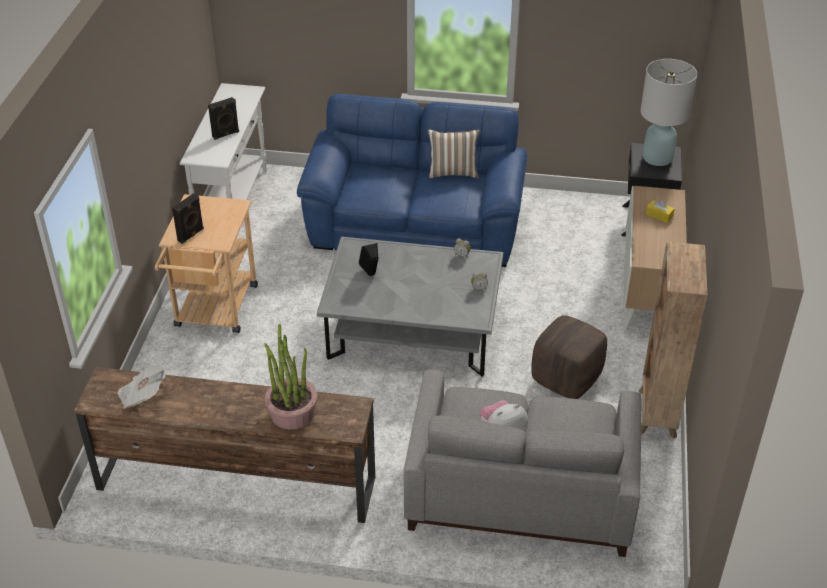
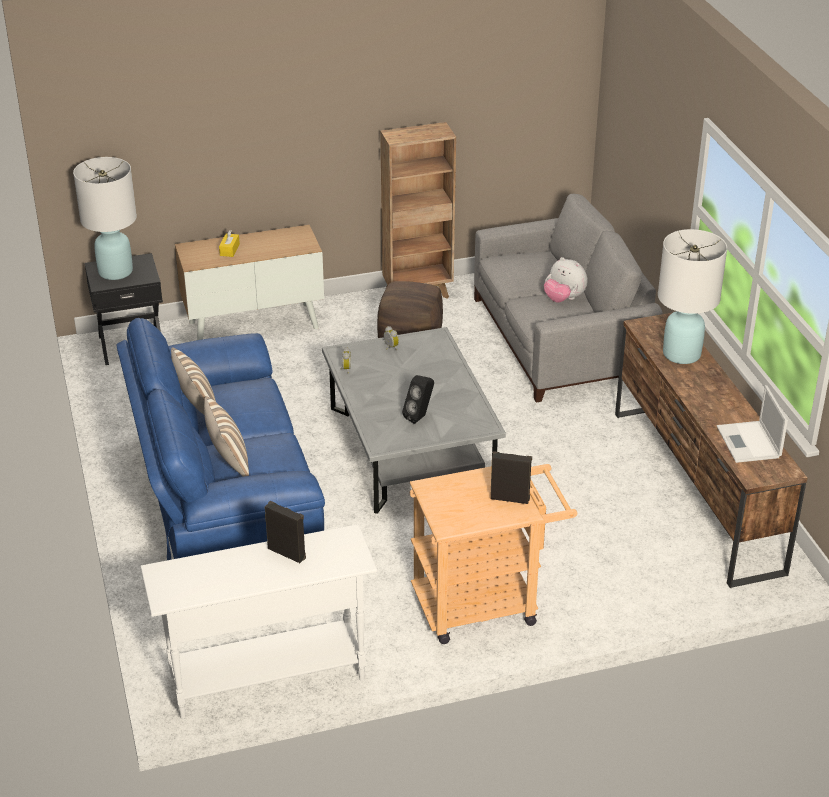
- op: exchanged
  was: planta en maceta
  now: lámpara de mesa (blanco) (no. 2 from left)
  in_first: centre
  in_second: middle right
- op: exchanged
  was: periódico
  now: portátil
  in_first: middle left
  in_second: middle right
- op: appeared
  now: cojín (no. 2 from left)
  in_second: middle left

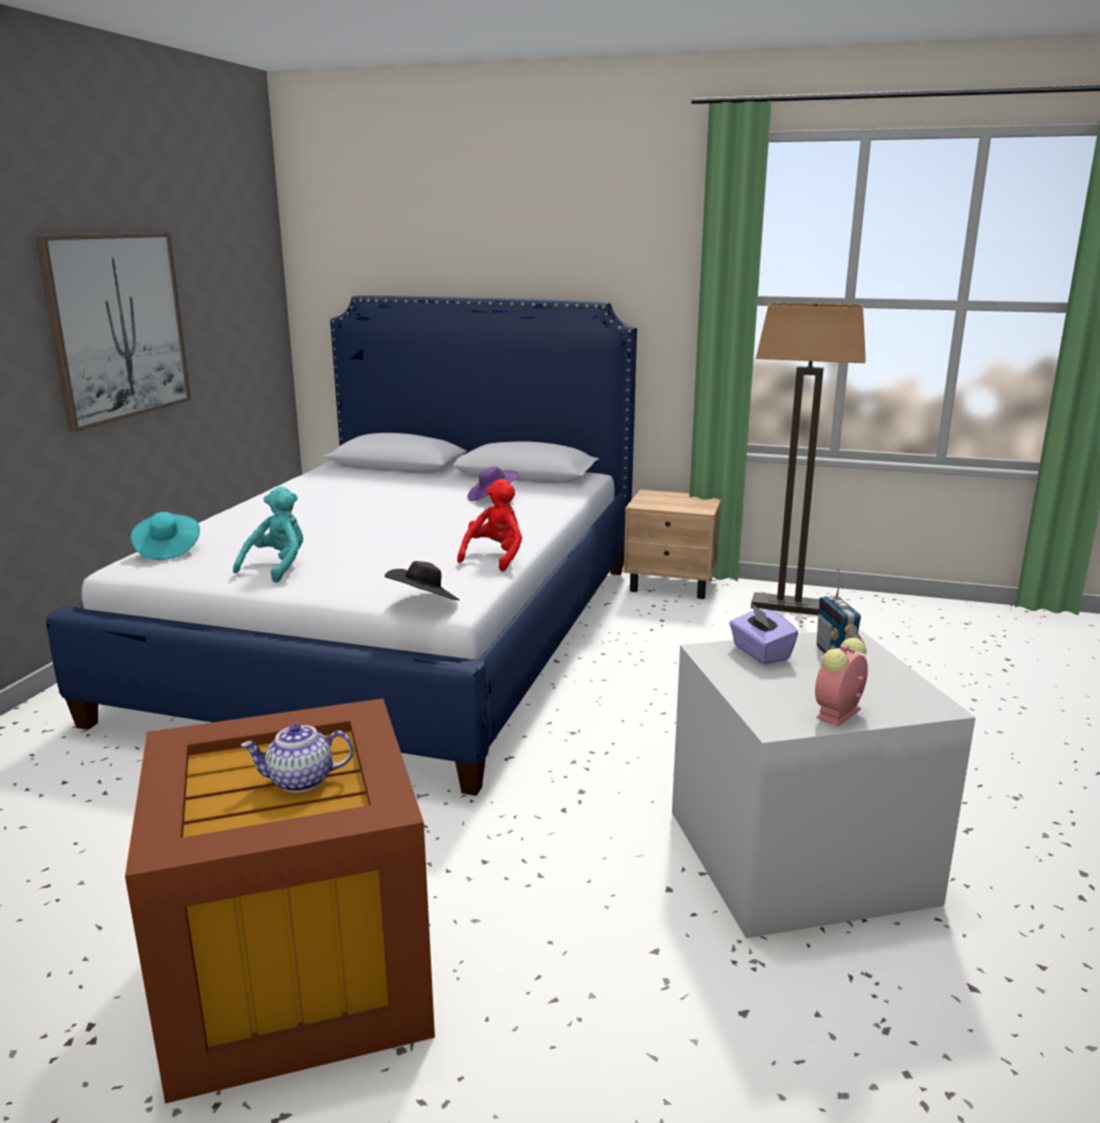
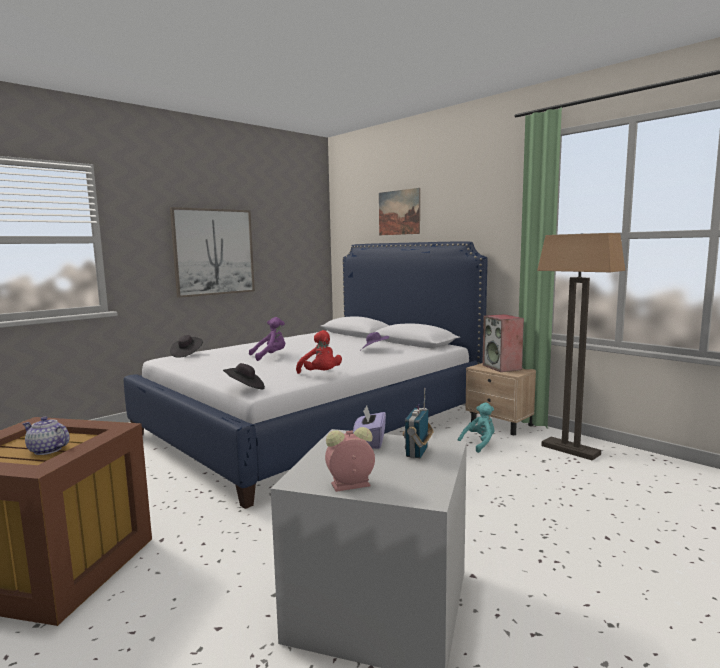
- op: spun
  was: peluche (rojo)
  in_first: centre
  in_second: centre
  clockwise: 90
- op: relocated
  was: peluche (turquesa)
  in_first: middle left
  in_second: centre
- op: colour
  was: sombrero (turquesa)
  now: sombrero (negro) (no. 1 from left)
  in_first: middle left
  in_second: middle left
- op: appeared
  now: cuadro (no. 2 from left)
  in_second: top centre
- op: appeared
  now: altavoz
  in_second: middle right
- op: appeared
  now: peluche (morado)
  in_second: centre

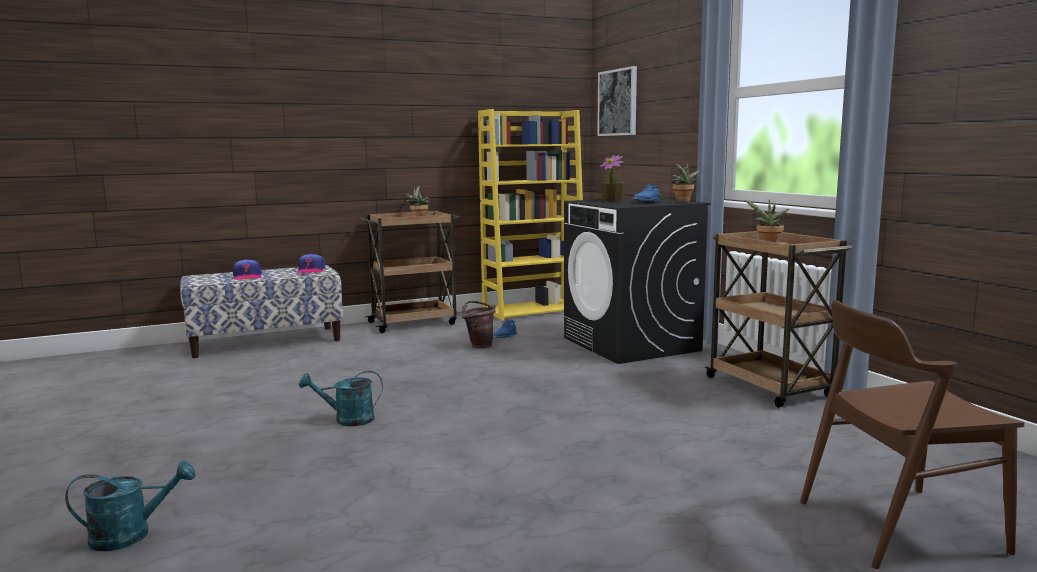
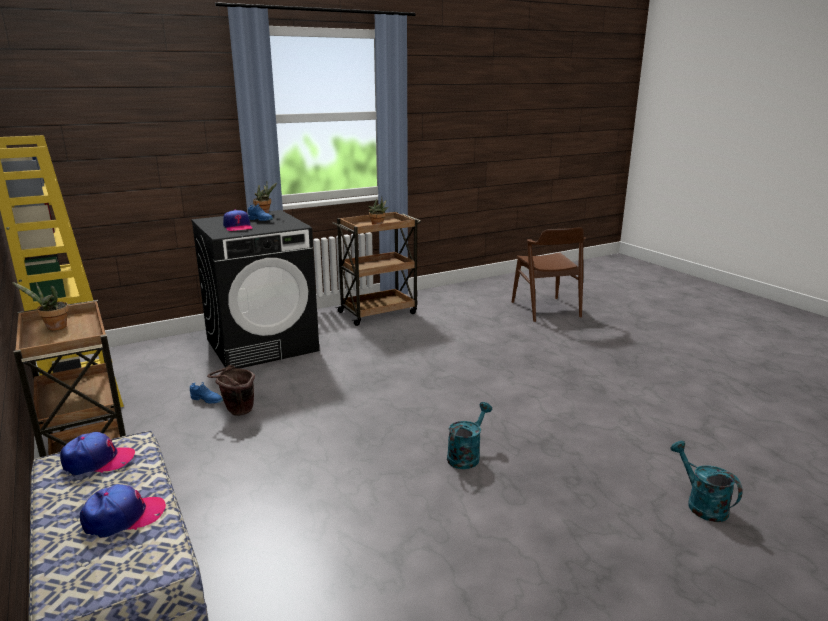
- op: missing
  was: cuadro
  in_first: top centre
- op: exchanged
  was: planta en maceta (no. 2 from left)
  now: gorra (no. 3 from left)
  in_first: top centre
  in_second: middle left
- op: spun
  was: regadera (turquesa) (no. 2 from left in the first image)
  in_first: bottom left
  in_second: bottom centre
  clockwise: -135

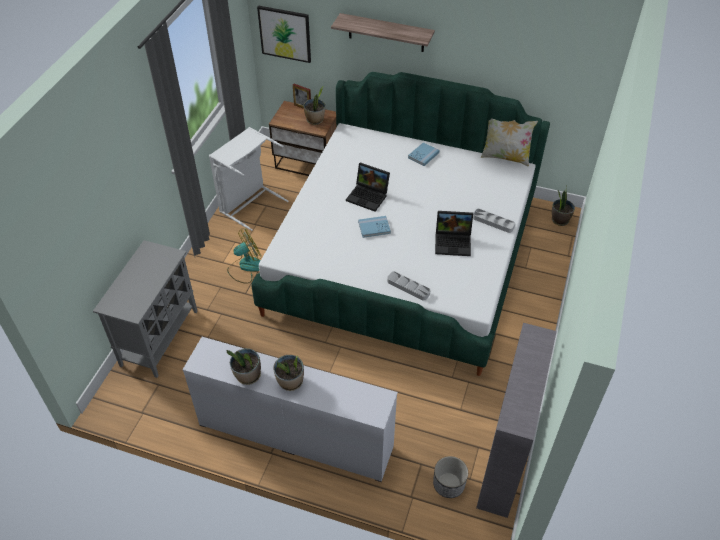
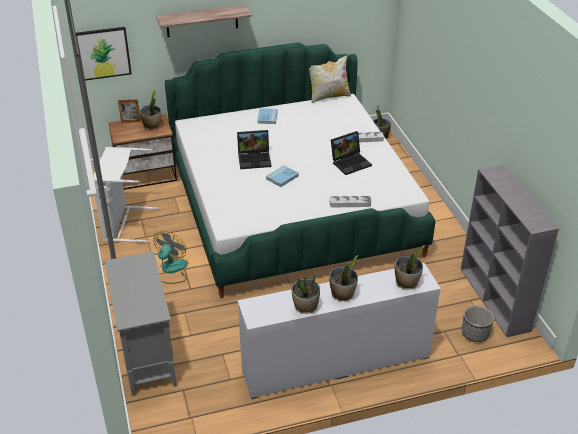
- op: appeared
  now: planta en maceta (no. 5 from left)
  in_second: middle right

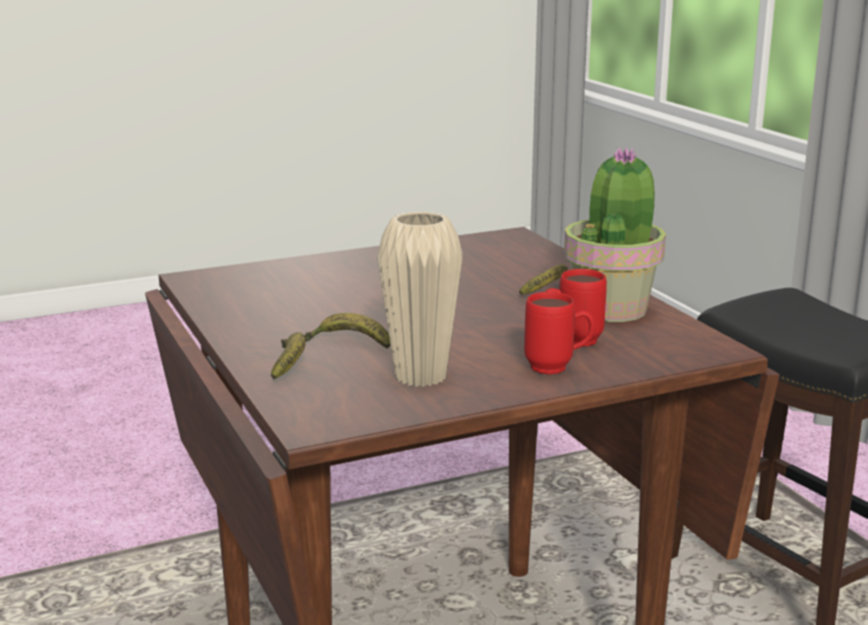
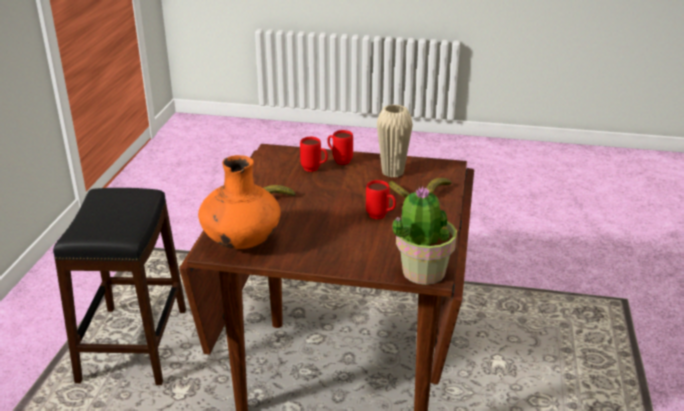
- op: relocated
  was: planta en maceta
  in_first: middle right
  in_second: centre
- op: appeared
  now: florero (naranja)
  in_second: centre
- op: appeared
  now: taza grande (rojo) (no. 3 from left)
  in_second: centre

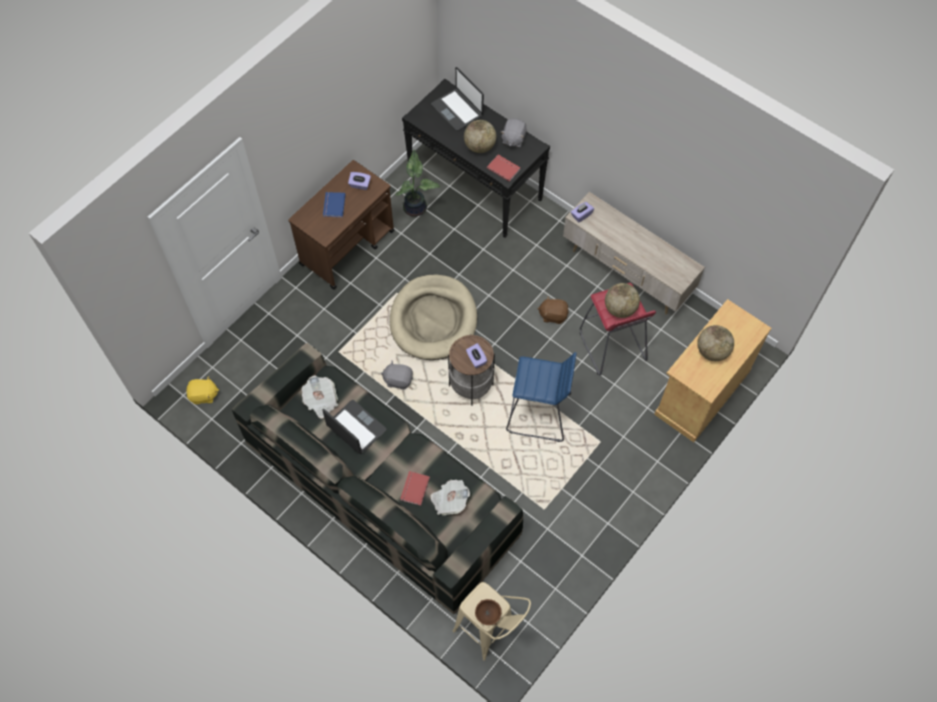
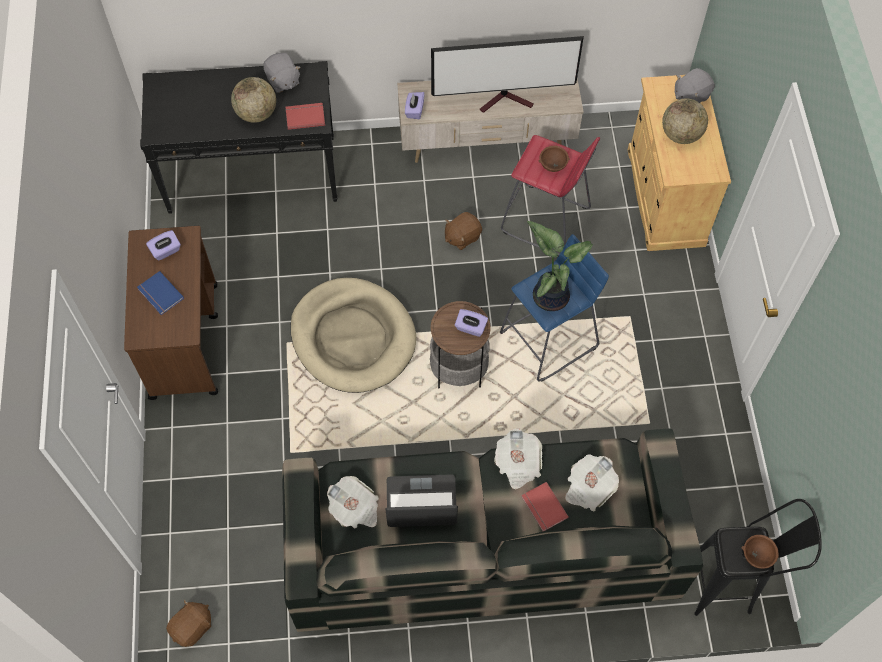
- op: missing
  was: portátil (no. 2 from left)
  in_first: top centre
- op: relocated
  was: planta en maceta
  in_first: top centre
  in_second: centre
- op: exchanged
  was: globo terráqueo (no. 2 from left)
  now: cuenco (marrón) (no. 1 from left)
  in_first: centre
  in_second: top centre
- op: relocated
  was: peluche (gris) (no. 1 from left in the first image)
  now: peluche (gris) (no. 2 from left)
  in_first: centre
  in_second: top right
- op: colour
  was: peluche (amarillo)
  now: peluche (marrón) (no. 1 from left)
  in_first: middle left
  in_second: bottom left
- op: colour
  was: taburete (beis)
  now: taburete (negro)
  in_first: bottom centre
  in_second: bottom right
- op: appeared
  now: televisor
  in_second: top centre
- op: appeared
  now: periódico (no. 2 from left)
  in_second: bottom centre

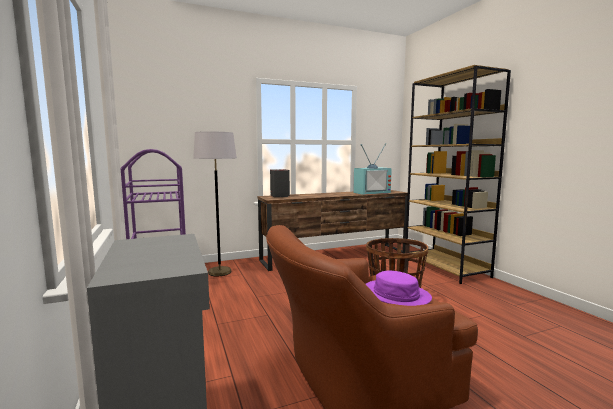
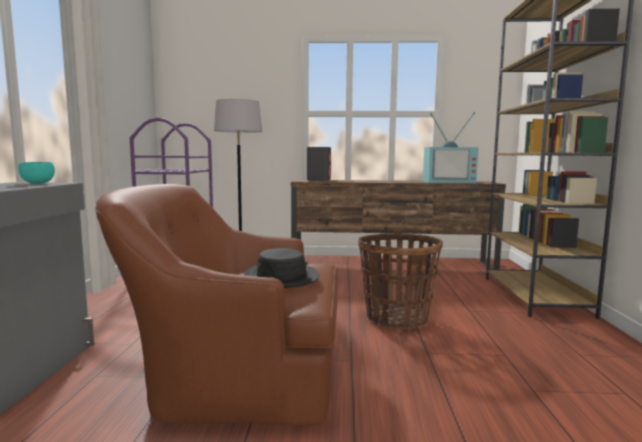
- op: colour
  was: sombrero (morado)
  now: sombrero (negro)
  in_first: bottom centre
  in_second: centre
- op: appeared
  now: cuenco (turquesa)
  in_second: middle left

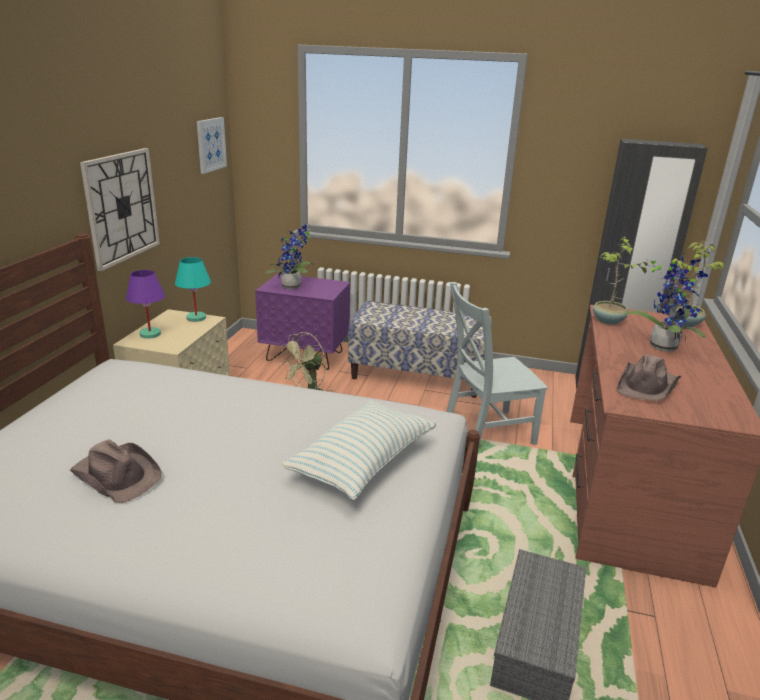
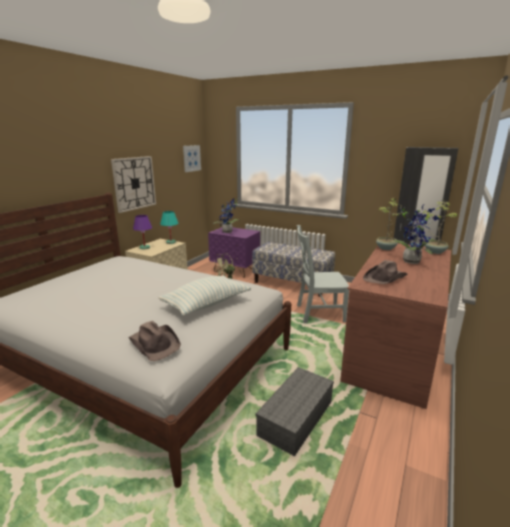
- op: relocated
  was: sombrero (marrón) (no. 1 from left)
  in_first: bottom left
  in_second: middle left

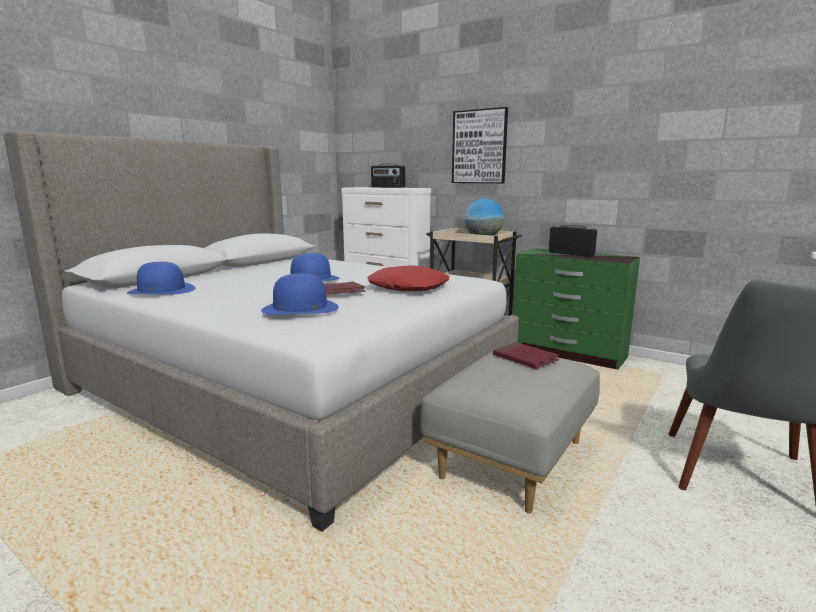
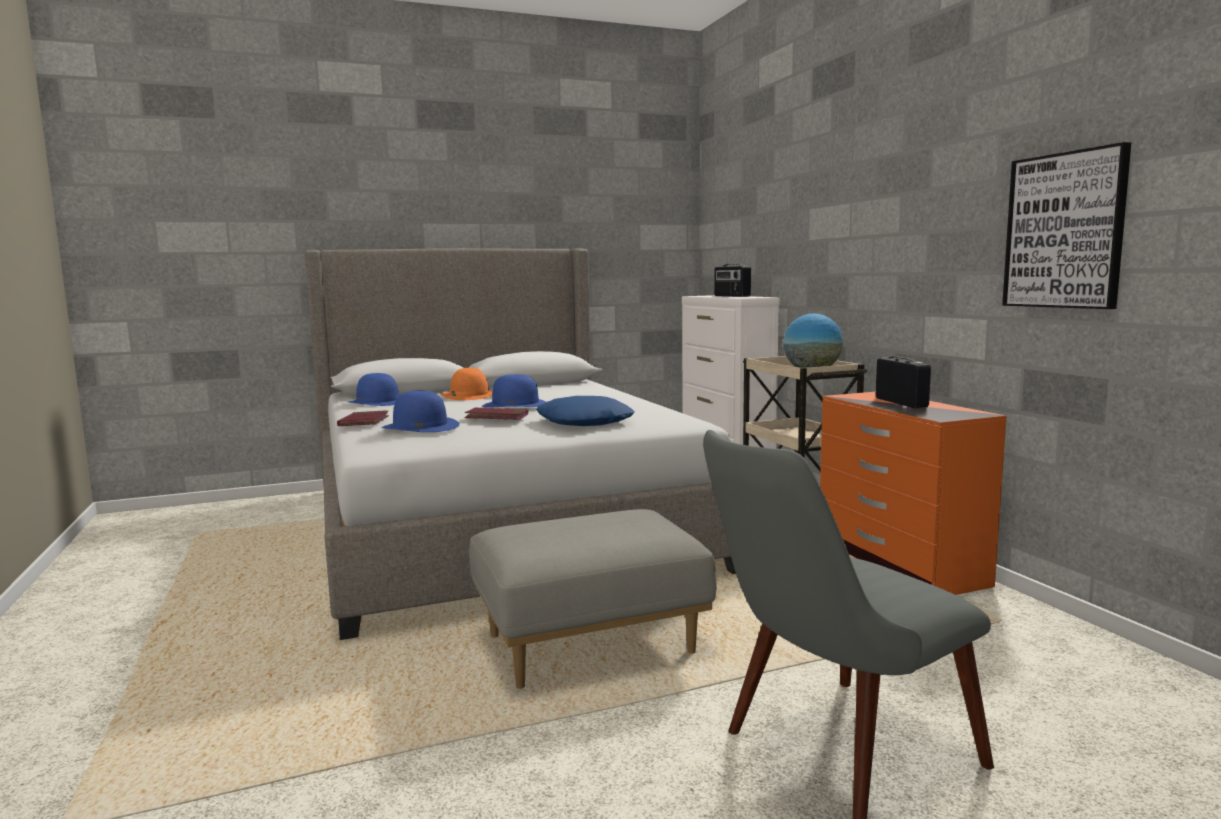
- op: relocated
  was: cuadro
  in_first: top centre
  in_second: top right
- op: colour
  was: cómoda (verde)
  now: cómoda (naranja)
  in_first: middle right
  in_second: middle right
- op: colour
  was: cojín (rojo)
  now: cojín (azul)
  in_first: centre
  in_second: centre
- op: relocated
  was: libro (rojo) (no. 2 from left in the first image)
  now: libro (rojo) (no. 1 from left)
  in_first: centre
  in_second: middle left
- op: appeared
  now: sombrero (naranja)
  in_second: centre

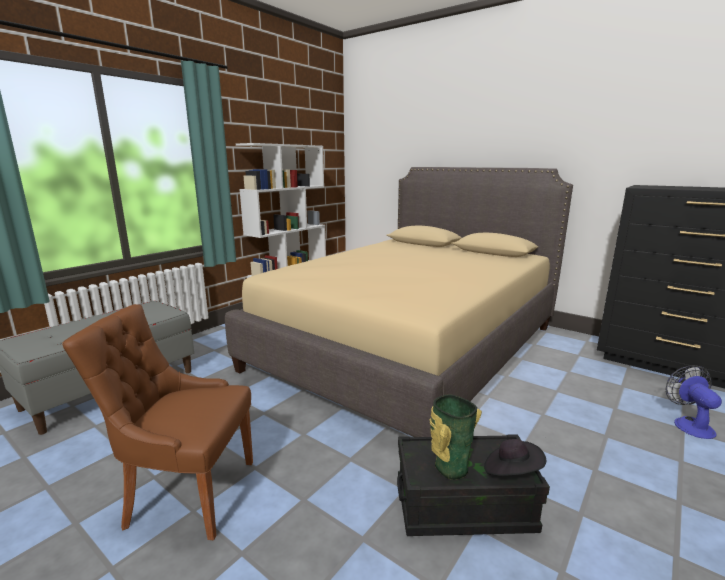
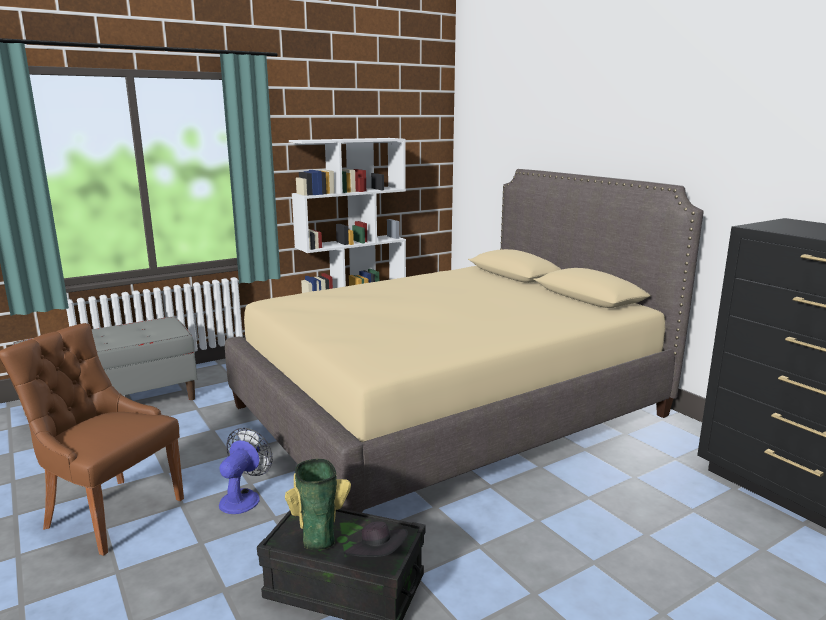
- op: relocated
  was: ventilador
  in_first: bottom right
  in_second: bottom left

